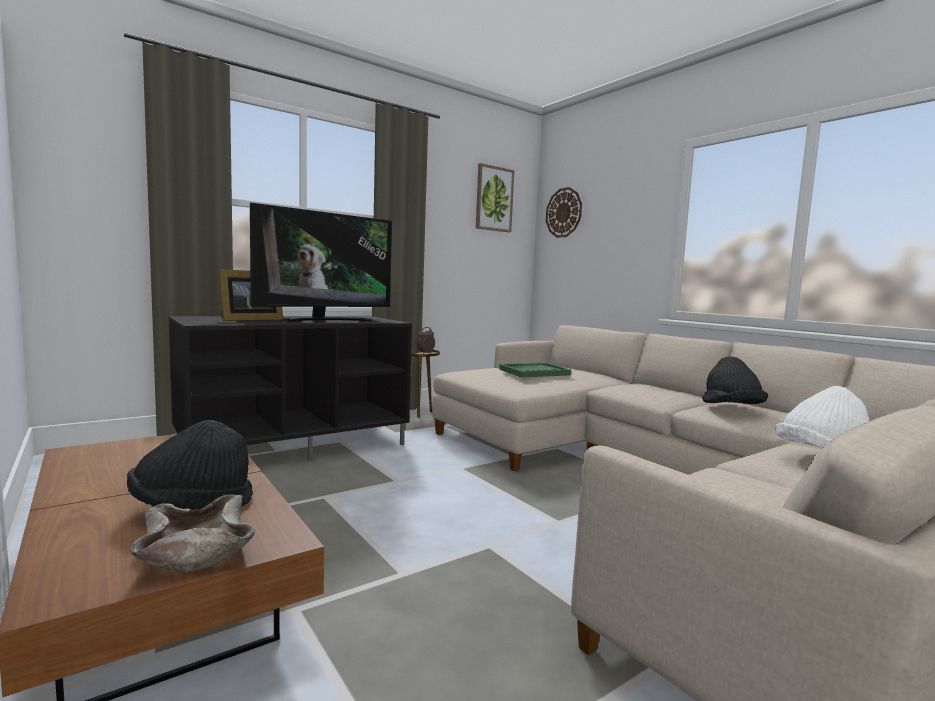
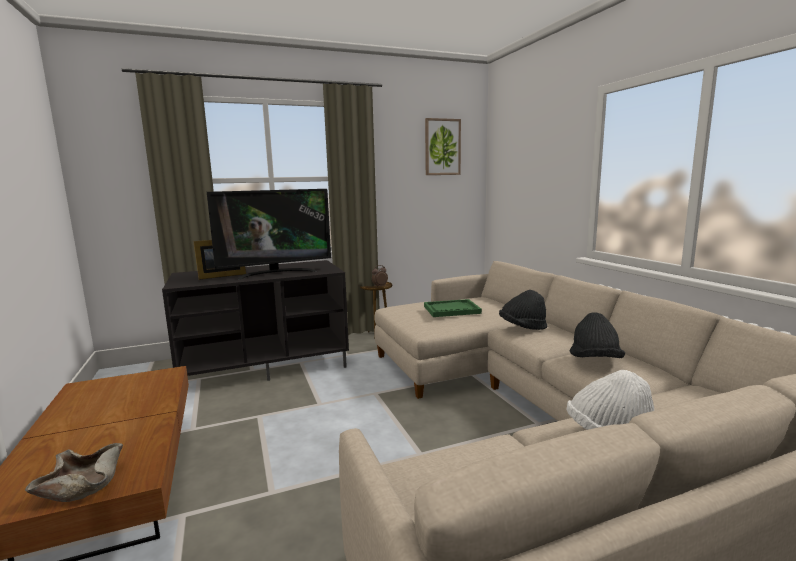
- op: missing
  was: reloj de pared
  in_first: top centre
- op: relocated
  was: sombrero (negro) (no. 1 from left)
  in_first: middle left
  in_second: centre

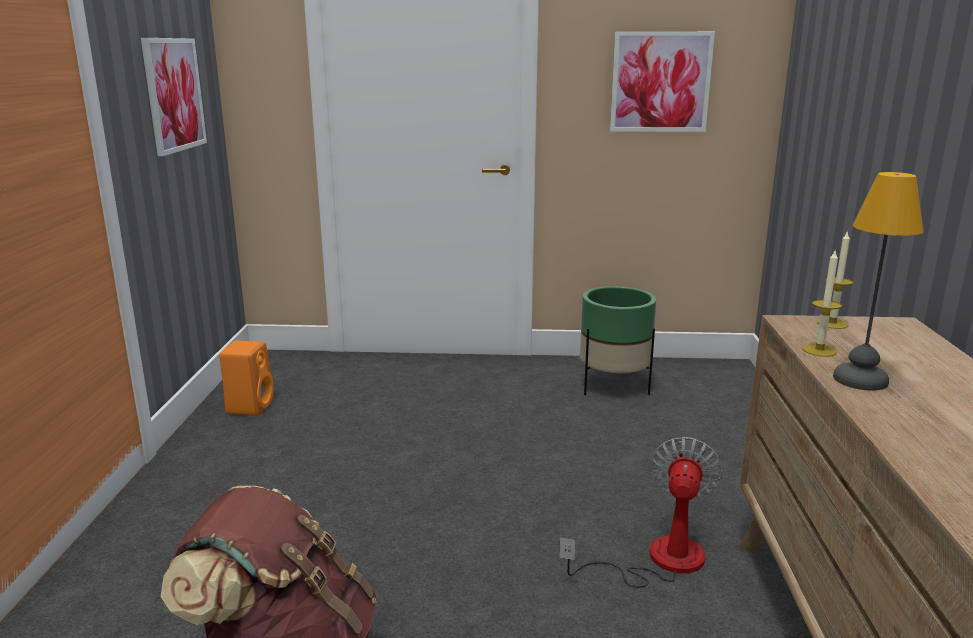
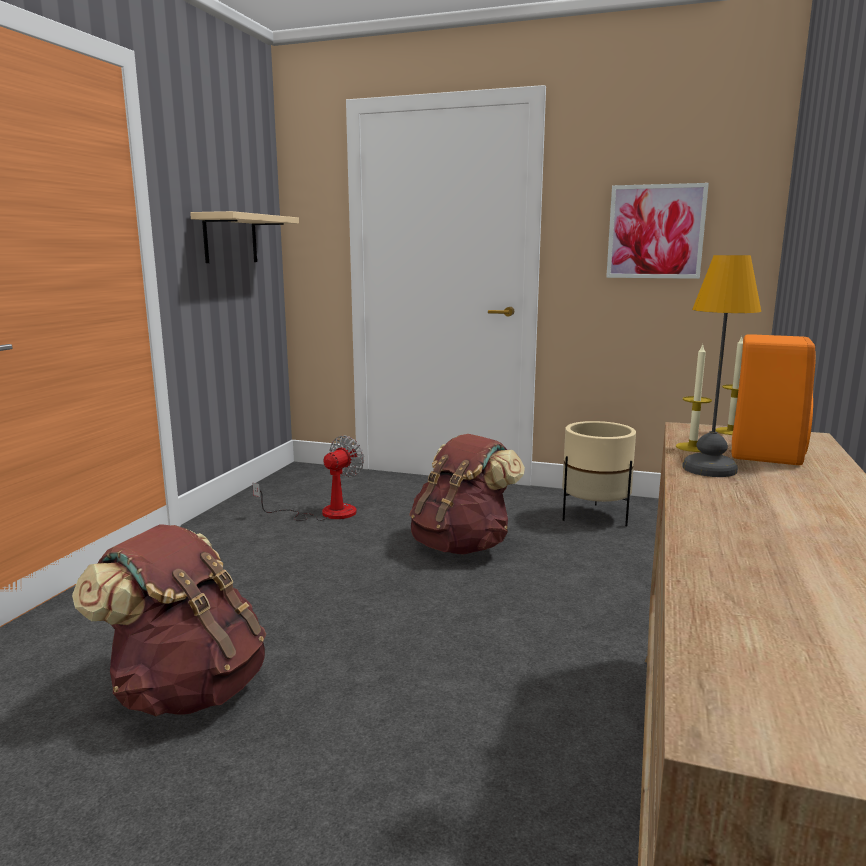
- op: exchanged
  was: cuadro (no. 1 from left)
  now: estante (beis)
  in_first: top left
  in_second: top left
- op: colour
  was: maceta (verde)
  now: maceta (beis)
  in_first: centre
  in_second: middle right
- op: relocated
  was: altavoz (naranja)
  in_first: middle left
  in_second: middle right
- op: relocated
  was: ventilador
  in_first: bottom centre
  in_second: centre
- op: appeared
  now: mochila (marrón) (no. 2 from left)
  in_second: centre

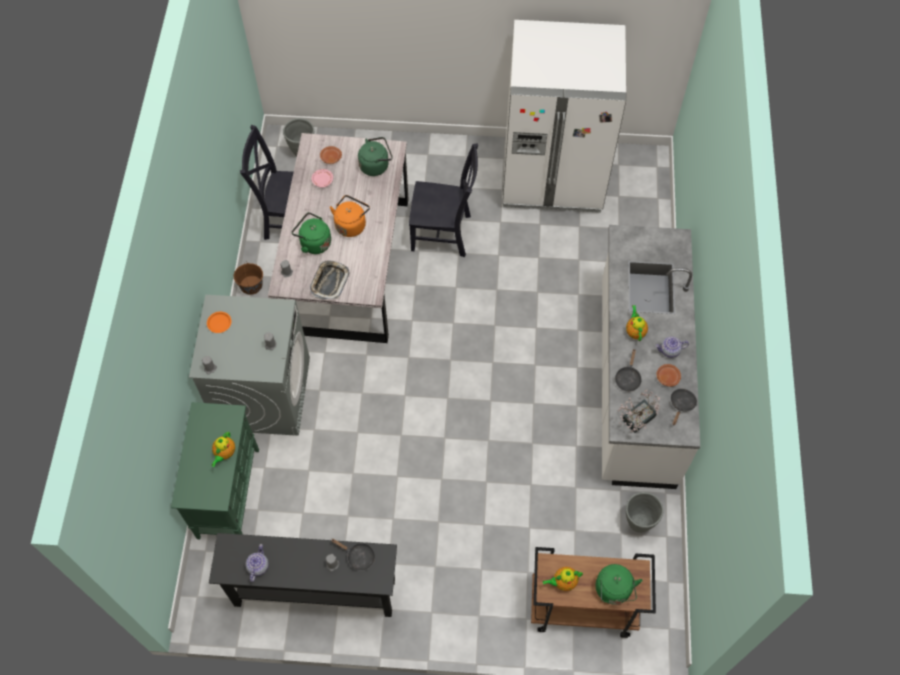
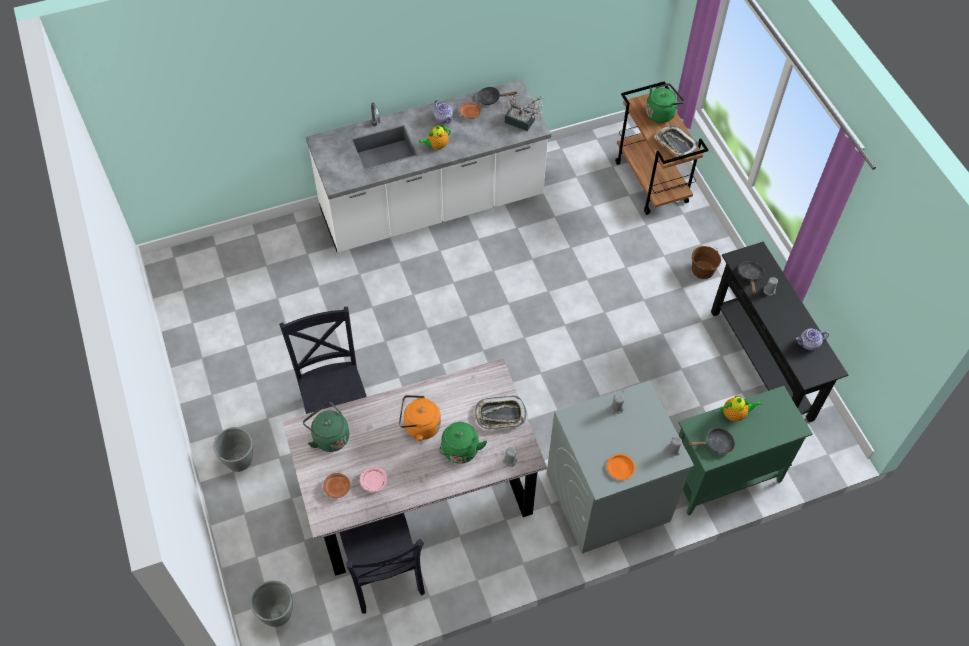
- op: missing
  was: nevera (blanco)
  in_first: top centre
- op: relocated
  was: cubo (marrón)
  in_first: middle left
  in_second: middle right
- op: relocated
  was: sartén (negro) (no. 2 from left)
  in_first: middle right
  in_second: bottom right
- op: relocated
  was: maceta (gris) (no. 2 from left in the first image)
  now: maceta (gris) (no. 1 from left)
  in_first: bottom right
  in_second: bottom left
- op: exchanged
  was: tetera (no. 3 from left)
  now: bandeja (no. 2 from left)
  in_first: bottom centre
  in_second: top right

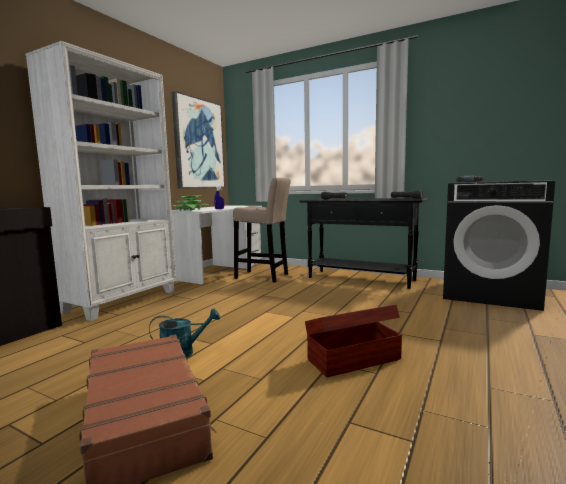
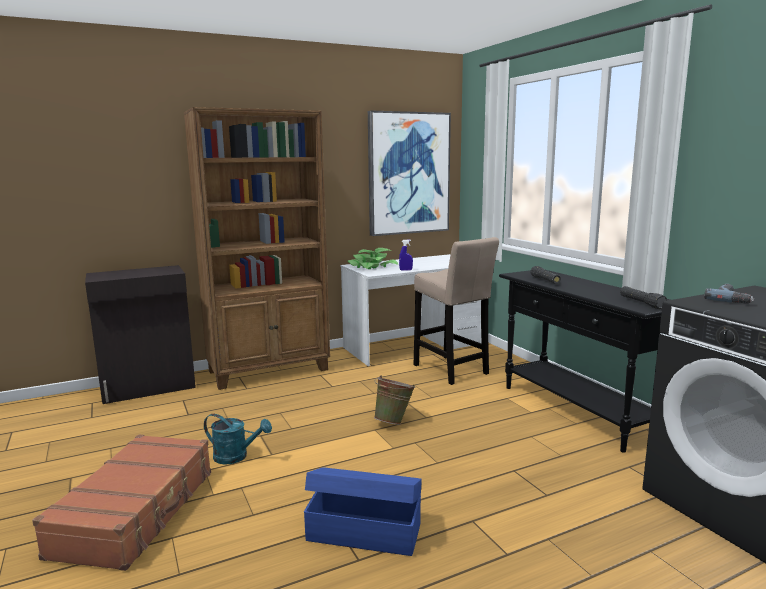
- op: colour
  was: estantería (blanco)
  now: estantería (marrón)
  in_first: middle left
  in_second: centre
- op: colour
  was: caja de almacenaje (marrón)
  now: caja de almacenaje (azul)
  in_first: bottom centre
  in_second: bottom centre
- op: appeared
  now: cubo (verde)
  in_second: bottom centre

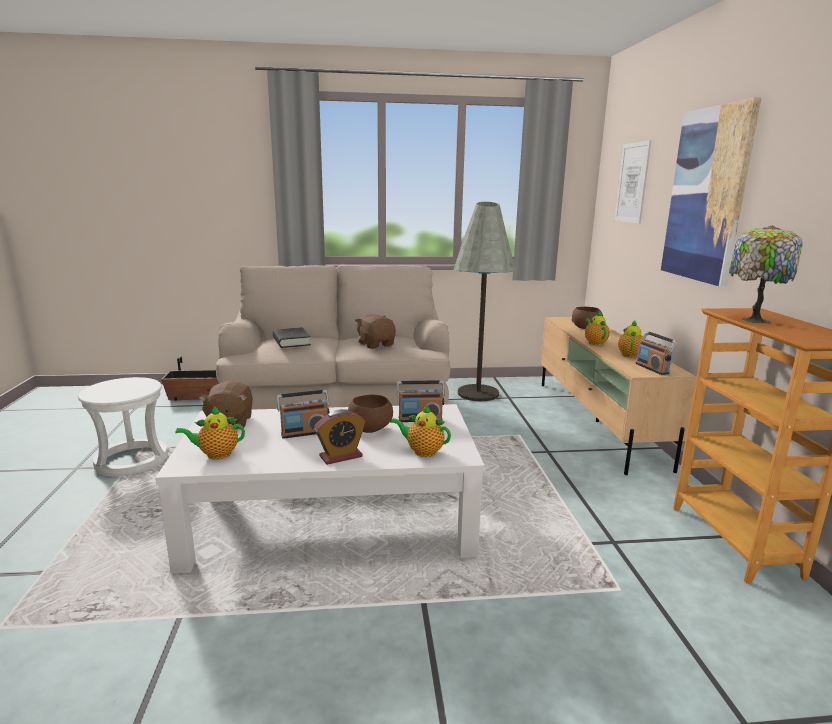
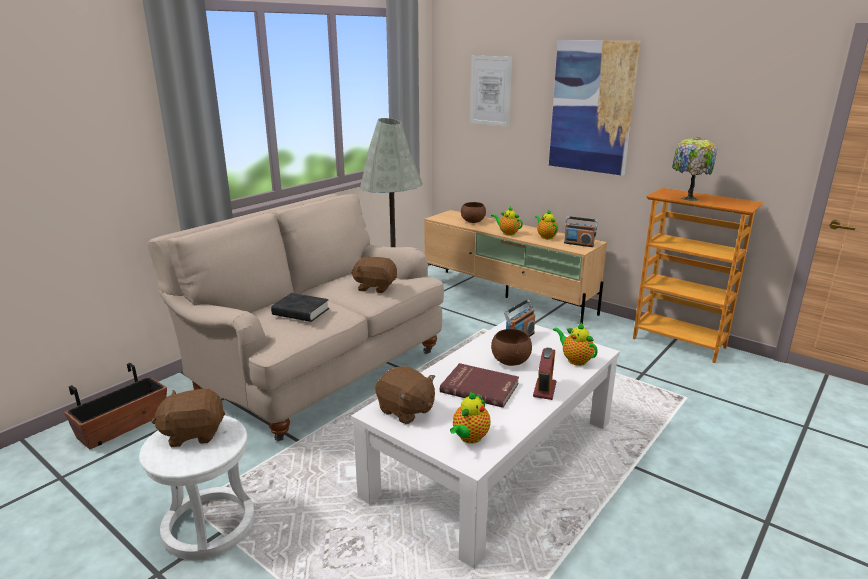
- op: exchanged
  was: radio (no. 1 from left)
  now: libro (rojo)
  in_first: centre
  in_second: centre
- op: spun
  was: tetera (no. 2 from left in the first image)
  in_first: centre
  in_second: centre
  clockwise: 75
- op: appeared
  now: peluche (marrón) (no. 1 from left)
  in_second: bottom left

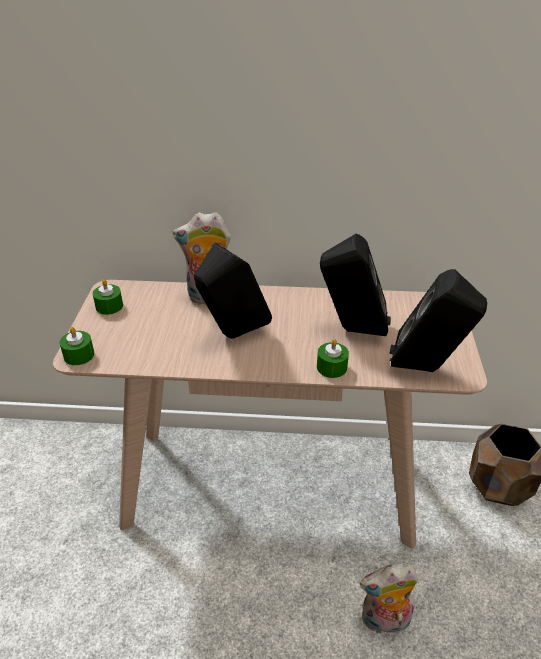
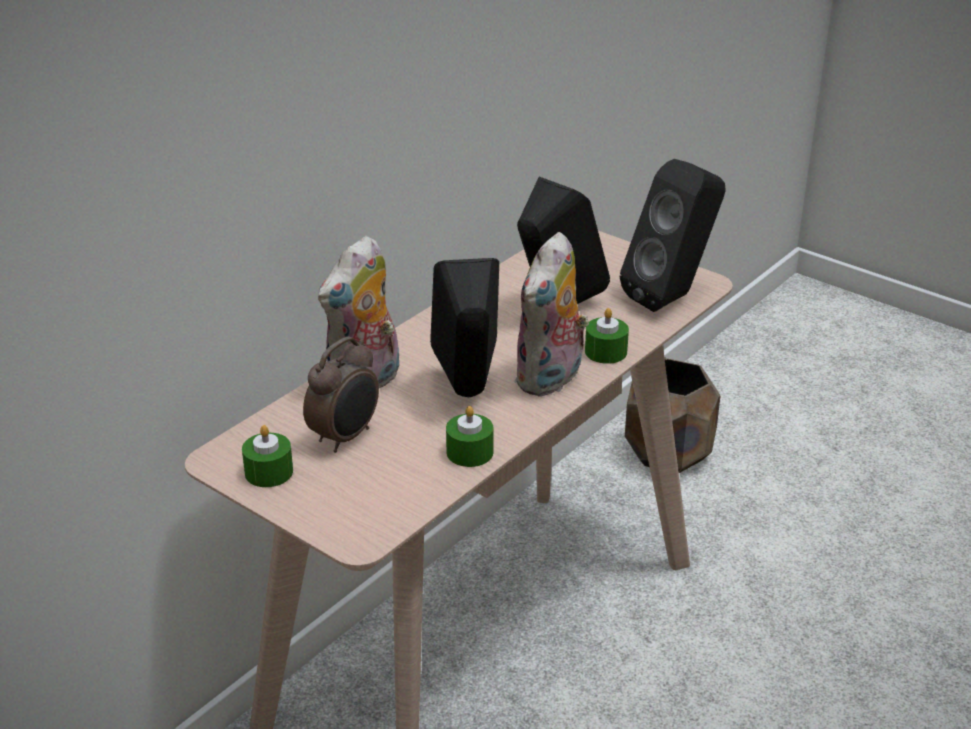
- op: relocated
  was: vela (verde) (no. 1 from left in the first image)
  now: vela (verde) (no. 2 from left)
  in_first: middle left
  in_second: centre
- op: relocated
  was: peluche (no. 2 from left)
  in_first: bottom right
  in_second: centre
- op: appeared
  now: despertador
  in_second: centre

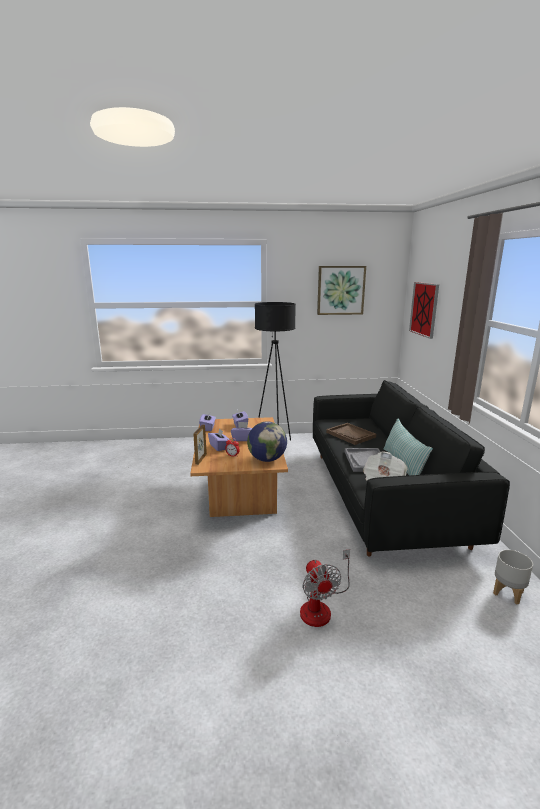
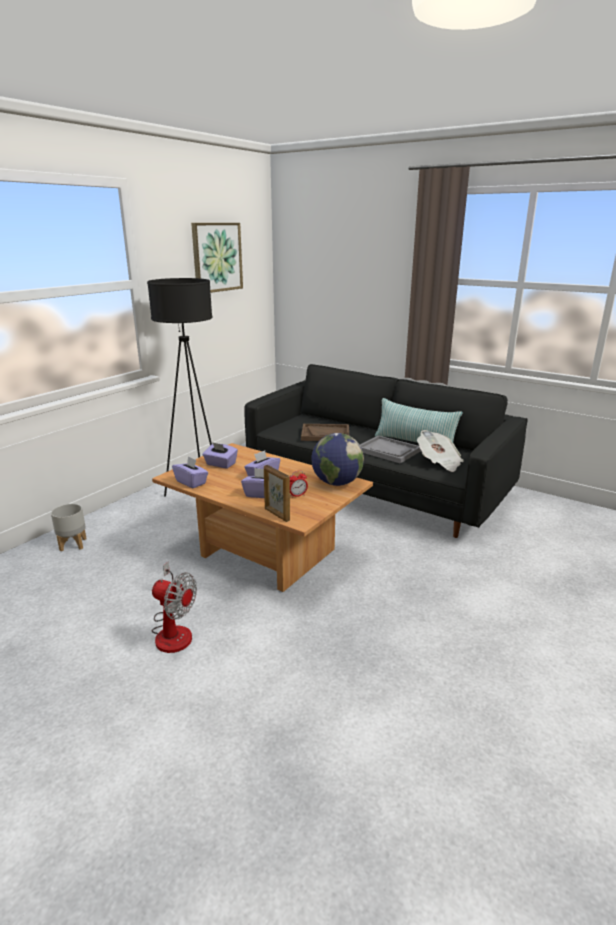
- op: missing
  was: cuadro (no. 2 from left)
  in_first: middle right
- op: relocated
  was: ventilador
  in_first: bottom centre
  in_second: middle left
- op: relocated
  was: maceta (gris)
  in_first: bottom right
  in_second: middle left

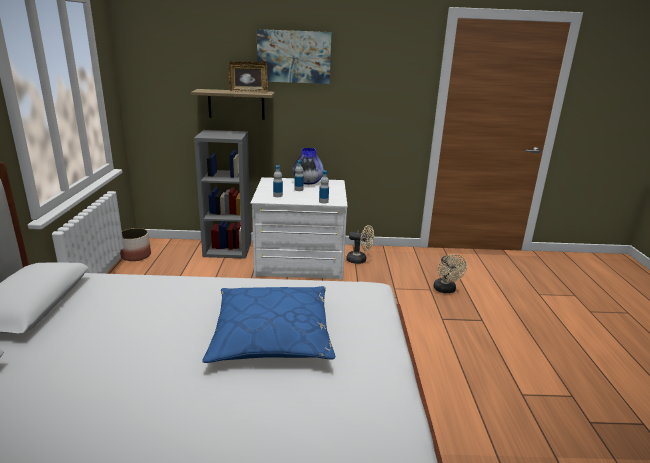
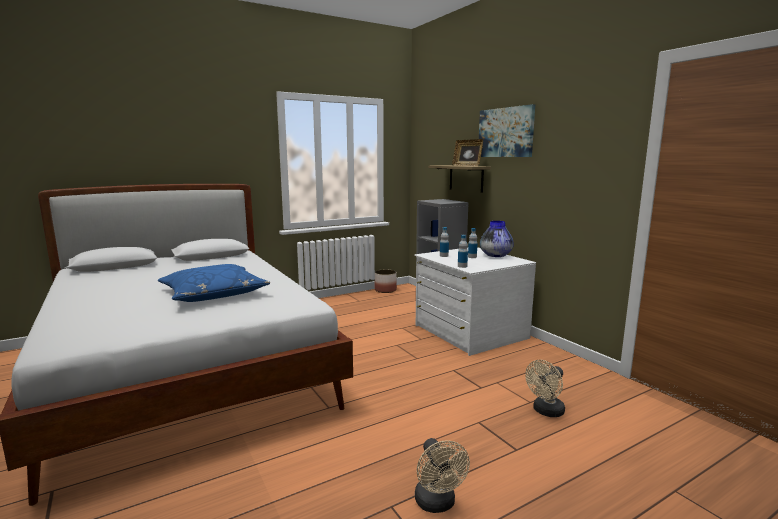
- op: relocated
  was: ventilador (beis) (no. 1 from left)
  in_first: centre
  in_second: bottom centre

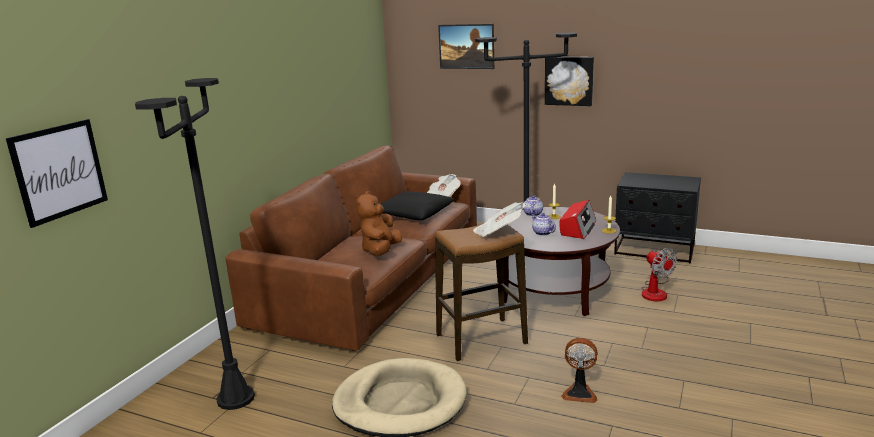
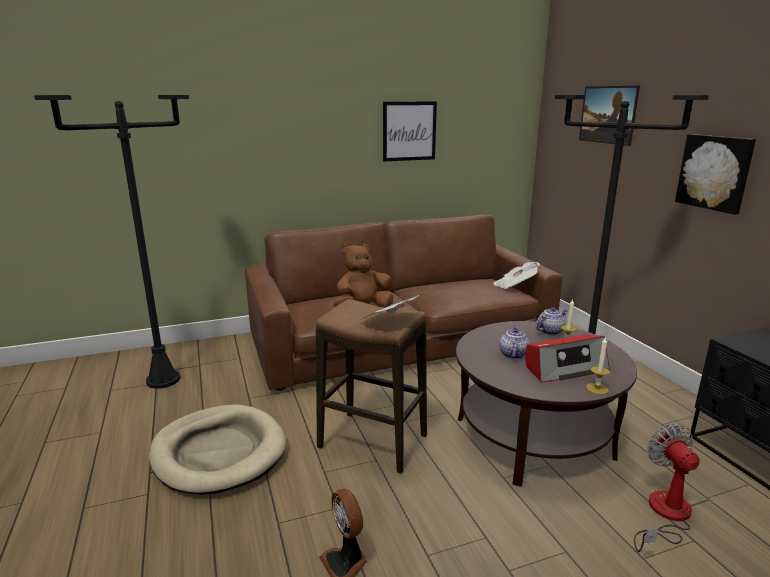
- op: relocated
  was: cuadro (no. 1 from left)
  in_first: middle left
  in_second: top centre
- op: missing
  was: cojín (negro)
  in_first: centre
- op: spun
  was: ventilador (no. 2 from left)
  in_first: middle right
  in_second: bottom right
  clockwise: 150

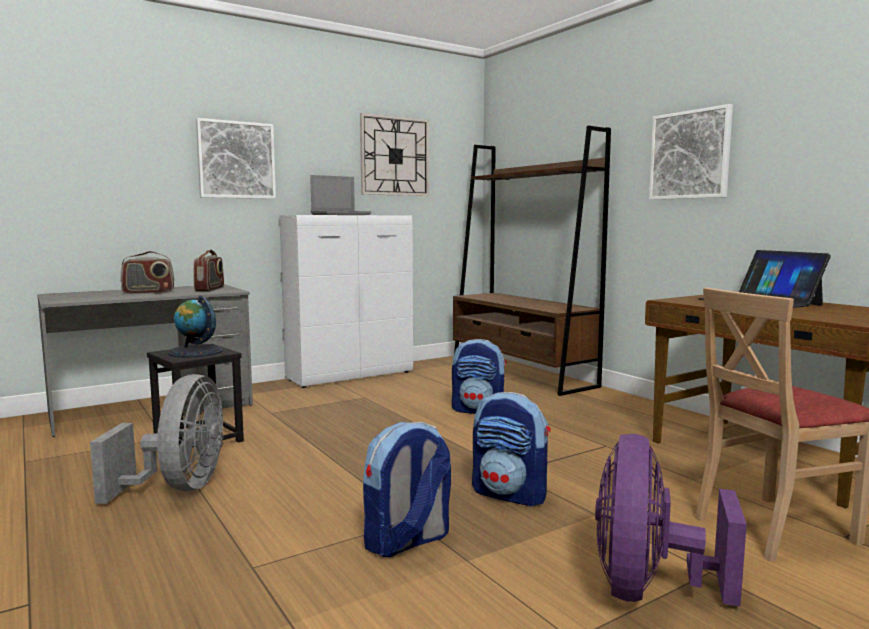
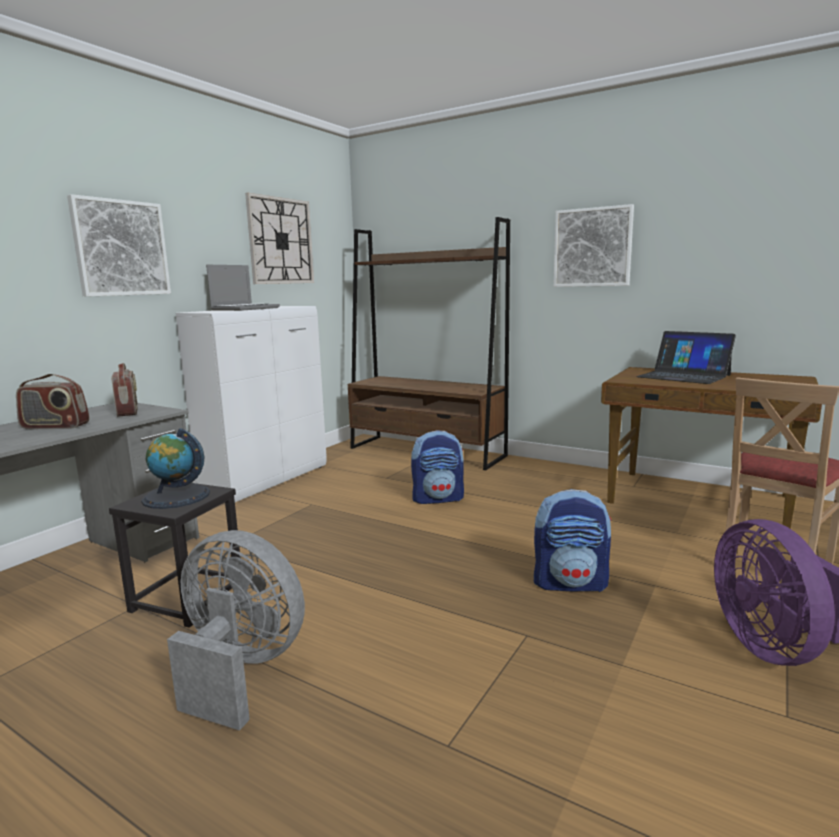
- op: spun
  was: radio (no. 1 from left)
  in_first: middle left
  in_second: middle left
  clockwise: 45
- op: spun
  was: ventilador (gris)
  in_first: bottom left
  in_second: bottom left
  clockwise: -45
- op: missing
  was: mochila (no. 1 from left)
  in_first: bottom centre

